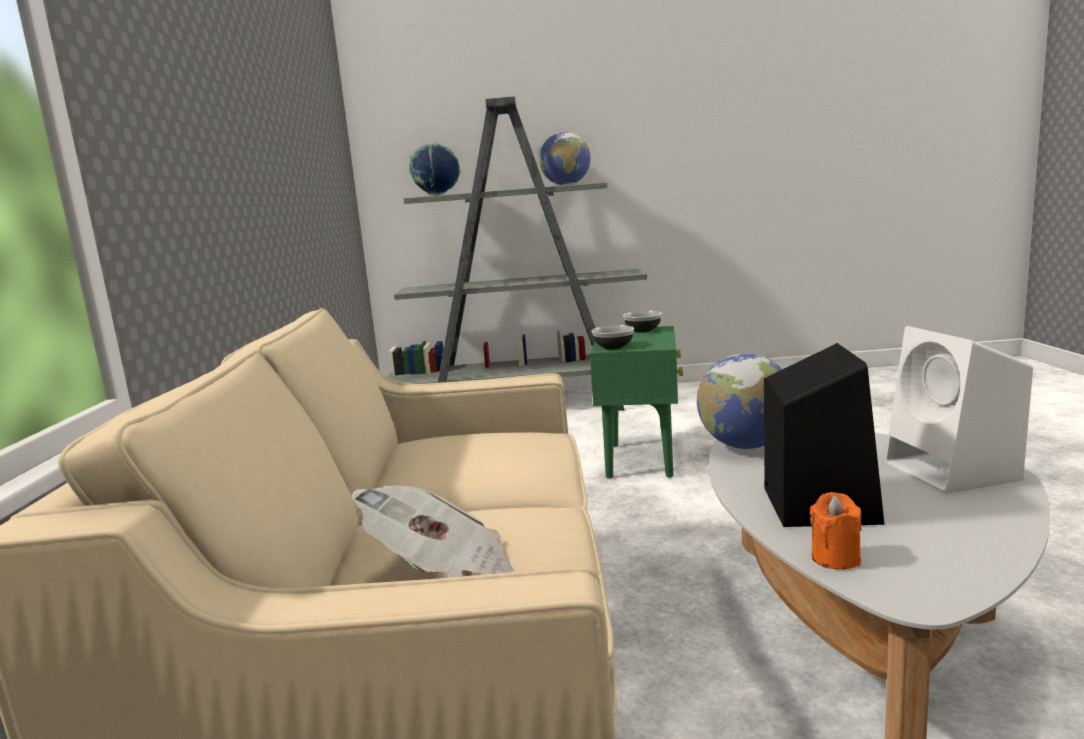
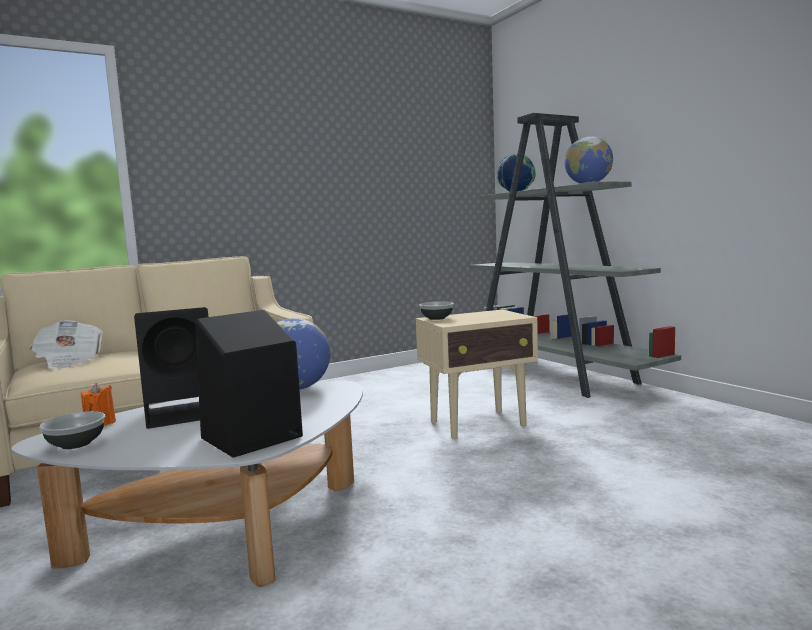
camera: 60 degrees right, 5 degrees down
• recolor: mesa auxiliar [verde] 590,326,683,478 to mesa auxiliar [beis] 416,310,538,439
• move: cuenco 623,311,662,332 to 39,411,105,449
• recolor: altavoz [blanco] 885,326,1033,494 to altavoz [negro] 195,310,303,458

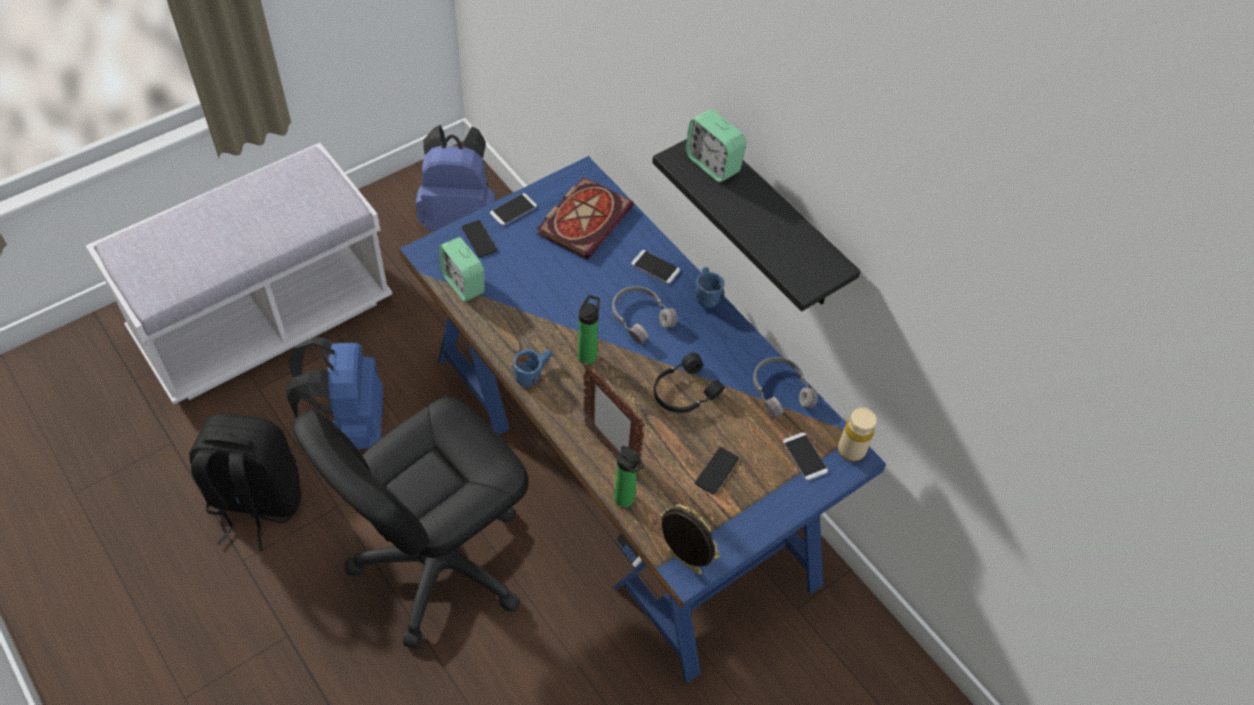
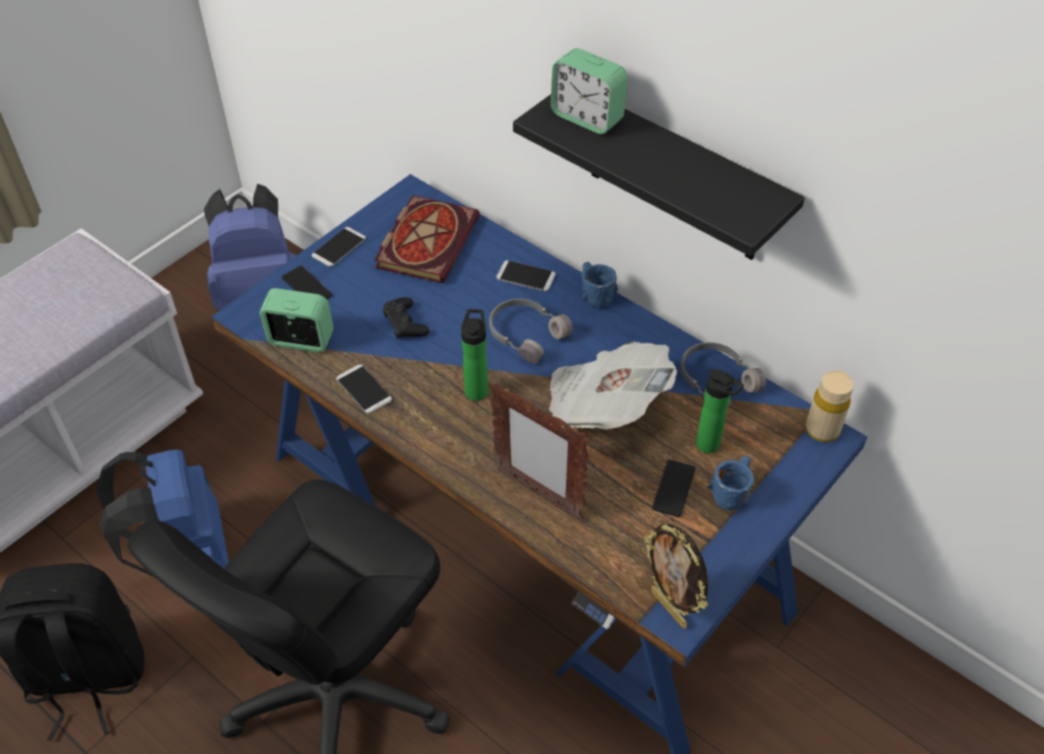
camera: 10 degrees left, 5 degrees down
• rotate: despertador 439,237,485,302 = 260,288,334,352 150 degrees clockwise
• move: taza grande [azul] 512,349,552,387 to 707,456,754,511
• move: botella 614,446,644,507 to 696,369,744,453
• replace: auriculares [negro] 654,353,725,413 to periódico 549,342,677,430
• rotate: portarretratos 660,504,720,575 = 644,523,709,629 150 degrees counterclockwise
• move: móvil 783,432,828,480 to 336,365,392,414
• insert: mando de consola [negro] 382,297,429,339

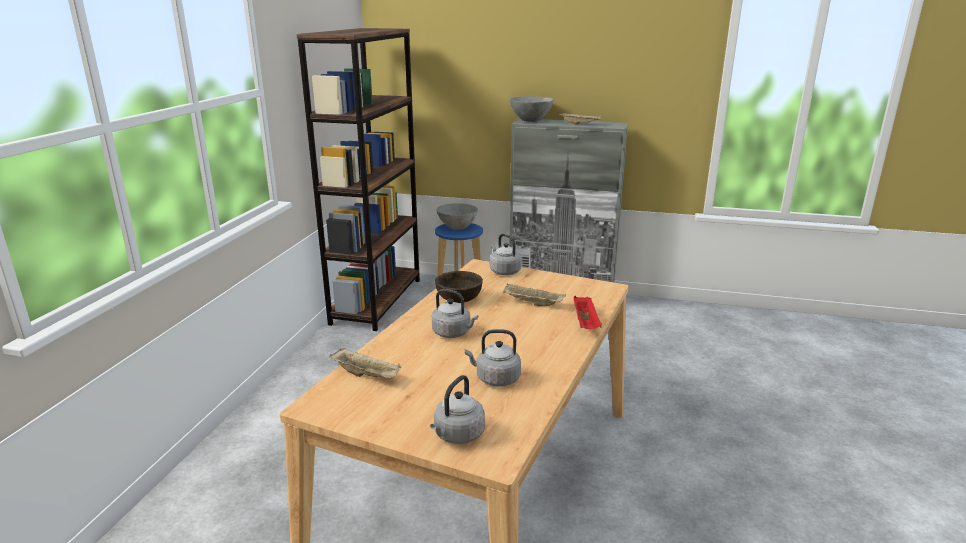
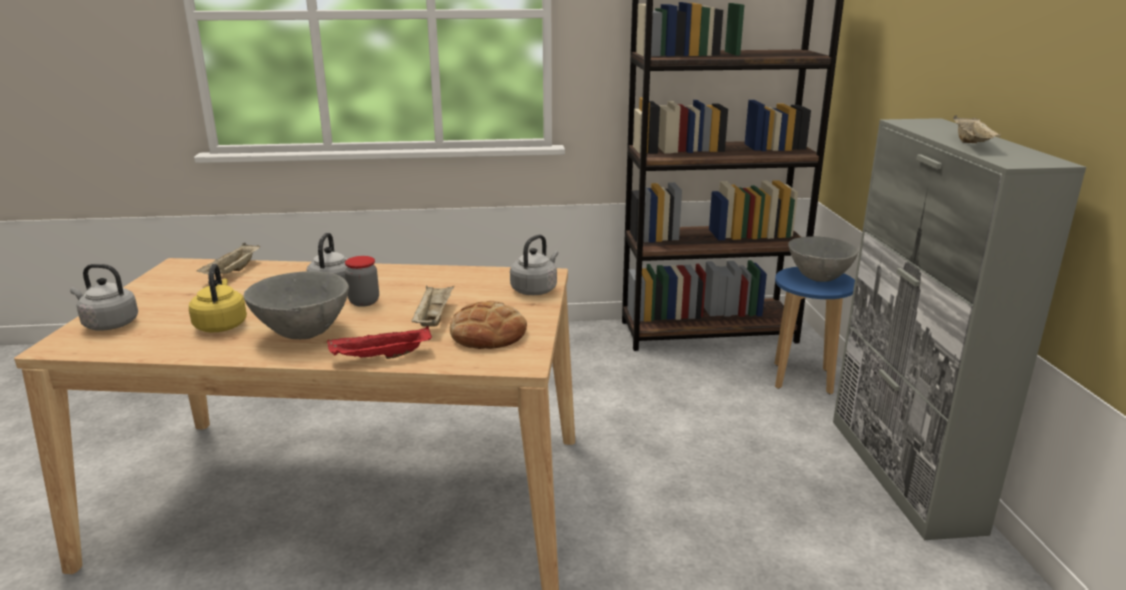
camera: 70 degrees right, 0 degrees up
• delete: cuenco [marrón] 435,271,483,303
• recolor: hervidor [gris] 465,329,521,387 to hervidor [amarillo] 189,264,247,333
• move: cuenco [gris] 510,96,554,122 to 244,271,349,339
• insert: tarro 345,256,379,307
• insert: pan 450,301,527,349

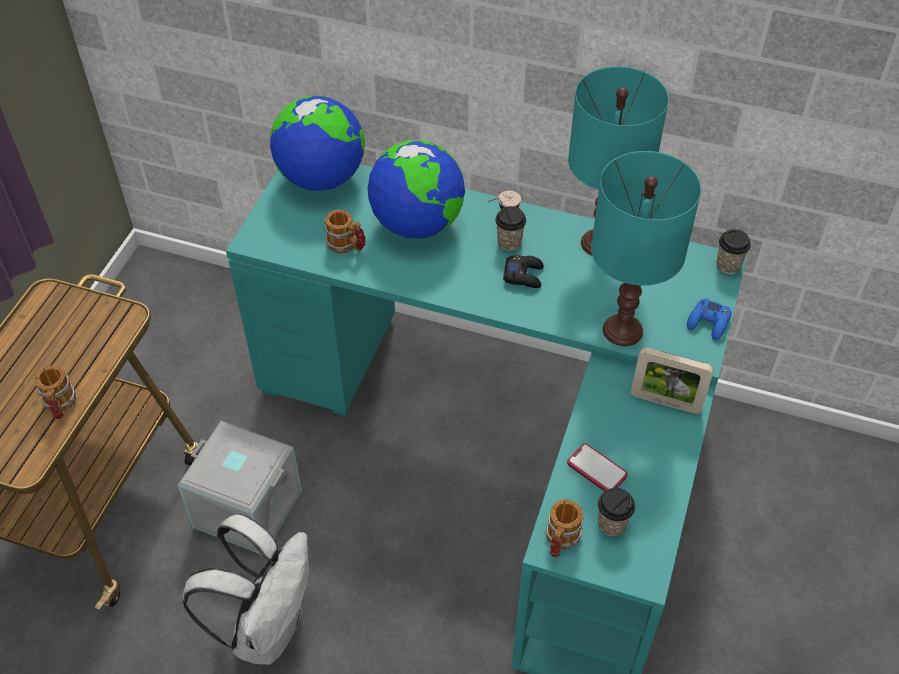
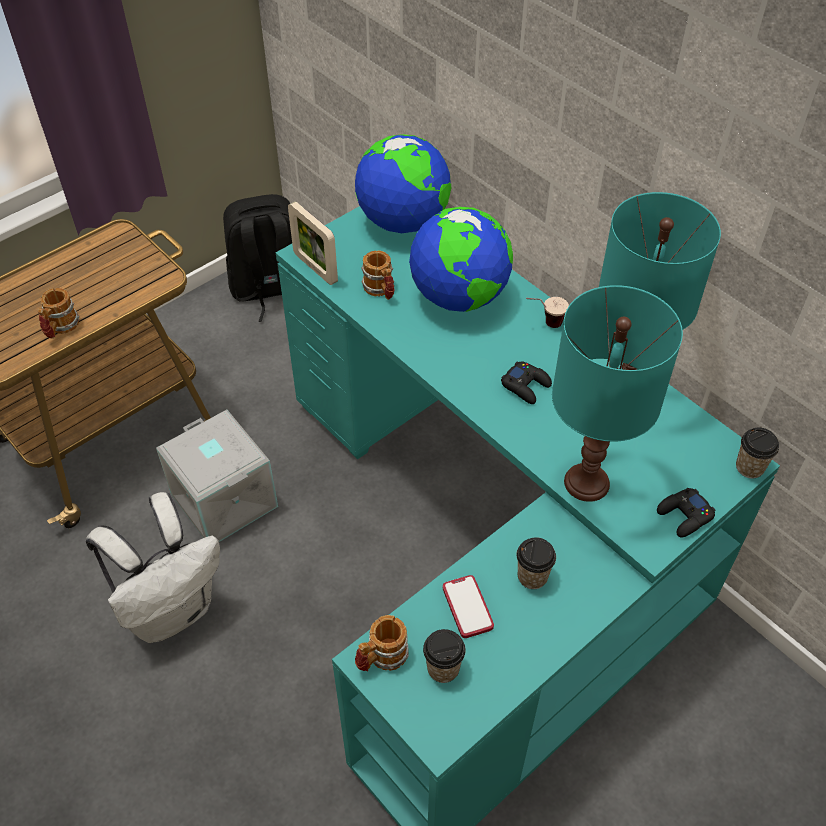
camera: 30 degrees right, 0 degrees up
• move: taza 495,206,526,251 to 517,537,556,589
• move: portarretratos 631,348,714,414 to 288,202,338,285
• recolor: mando de consola [azul] 687,298,732,340 to mando de consola [negro] 657,488,716,538
• insert: mochila [negro] 223,194,292,322

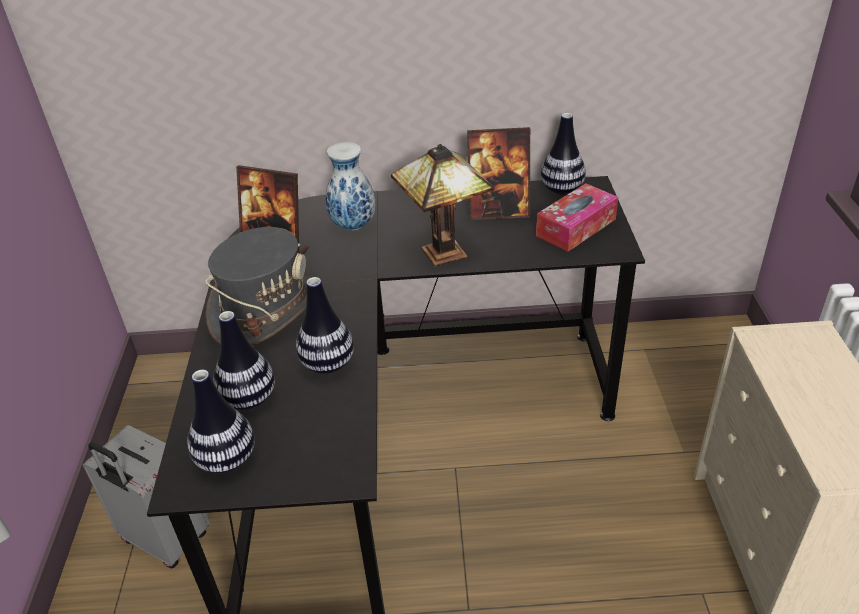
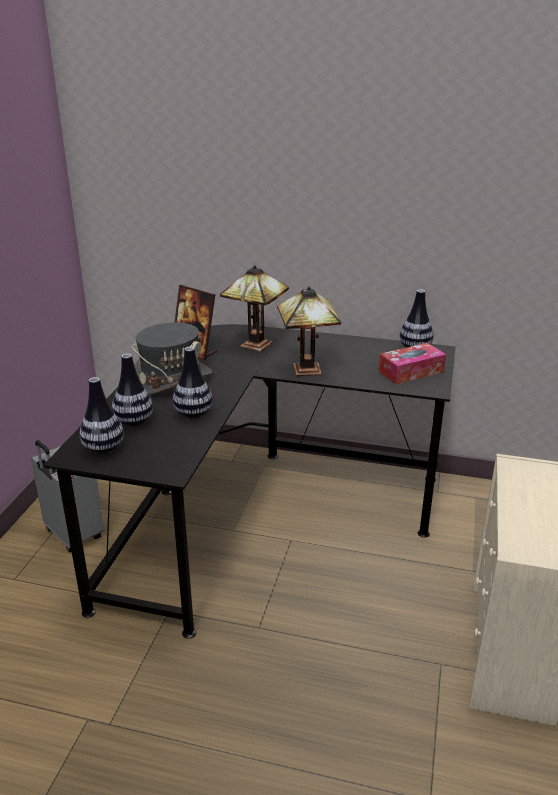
camera: 15 degrees right, 10 degrees down
• replace: florero 325,142,376,230 to lámpara de mesa 220,265,289,352
• delete: portarretratos 467,127,530,220

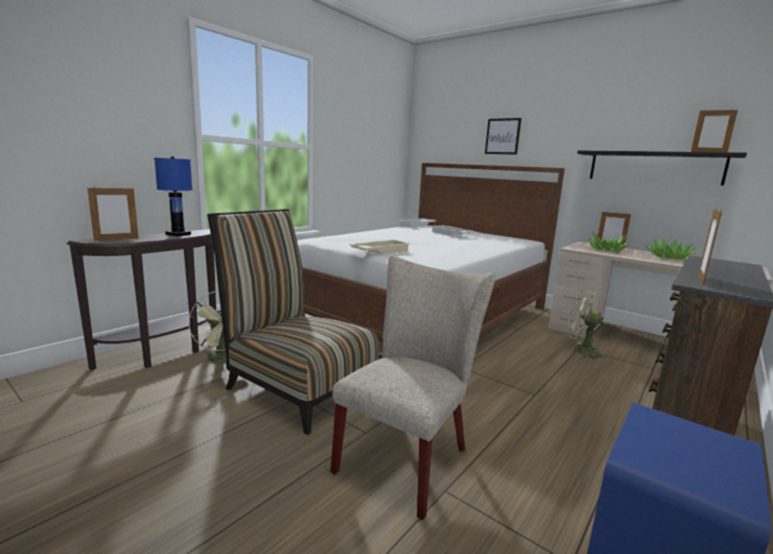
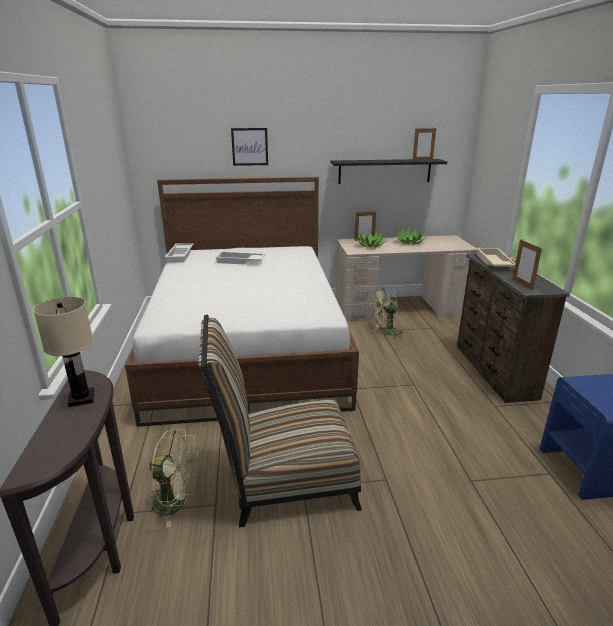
camera: 45 degrees left, 10 degrees up
• delete: portarretratos 87,186,139,241
• recolor: lámpara de mesa [azul] 154,157,192,236 to lámpara de mesa [beis] 33,297,94,407
• delete: silla [beis] 330,255,495,520
• move: bandeja [beis] 349,240,410,254 to 477,248,515,267

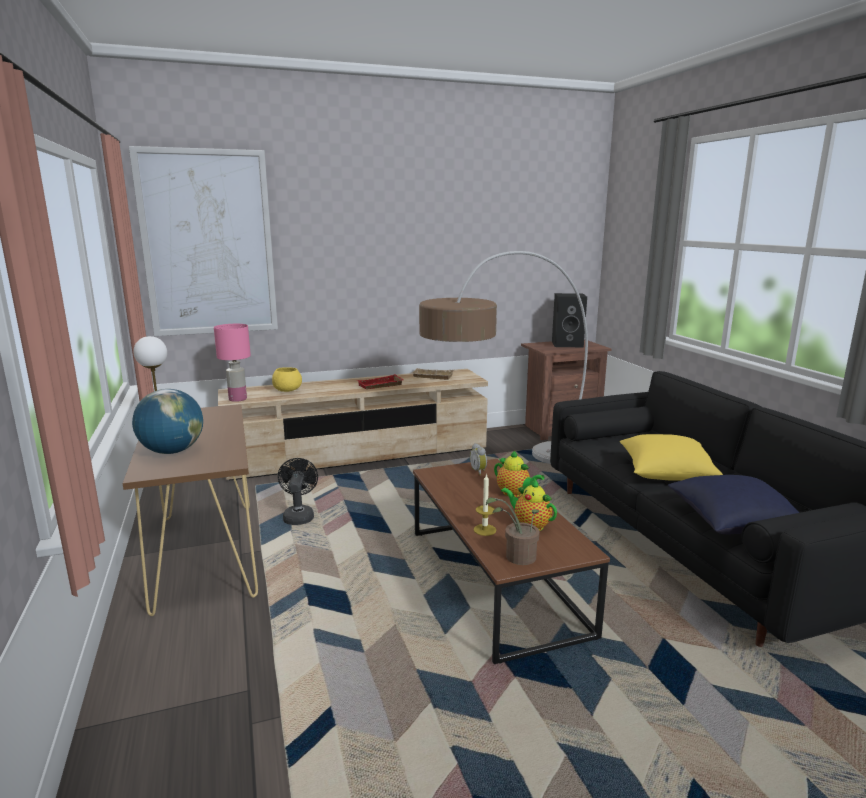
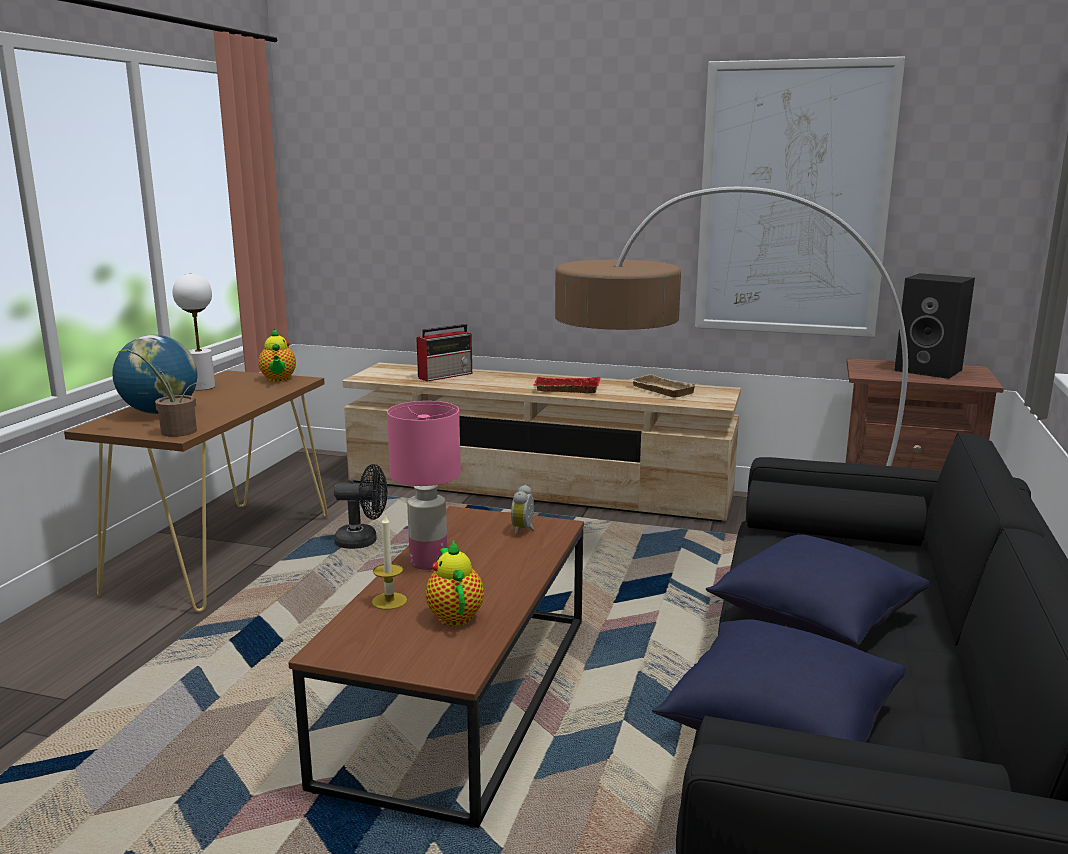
camera: 35 degrees right, 0 degrees up
• move: cuadro 129,146,278,336 to 695,56,905,337
• move: lámpara de mesa [rosa] 214,324,251,402 to 387,401,461,570
• replace: cuenco [amarillo] 272,367,302,392 to radio 416,324,472,382
• rotate: ventilador [negro] 278,458,318,525 = 334,464,387,549 60 degrees clockwise
• move: planta en maceta 486,497,540,565 to 116,349,203,437
• move: tetera 494,450,545,497 to 258,328,296,382
• recolor: cojín [amarillo] 620,434,723,481 to cojín [azul] 706,535,930,646

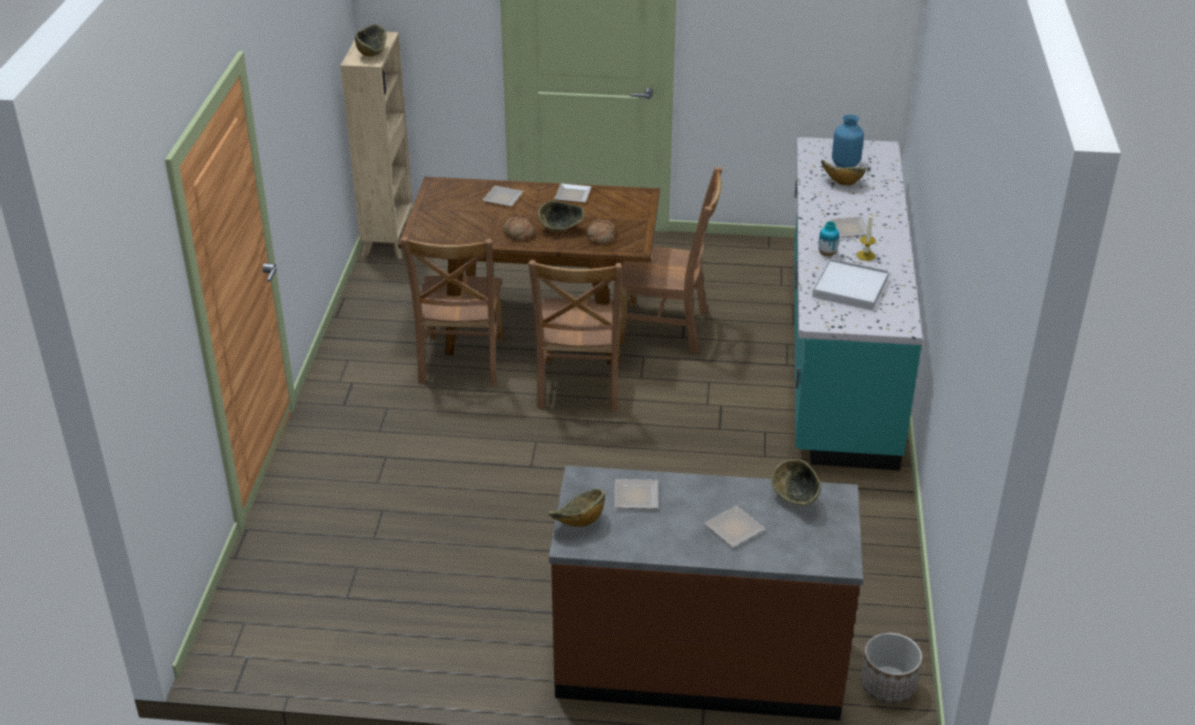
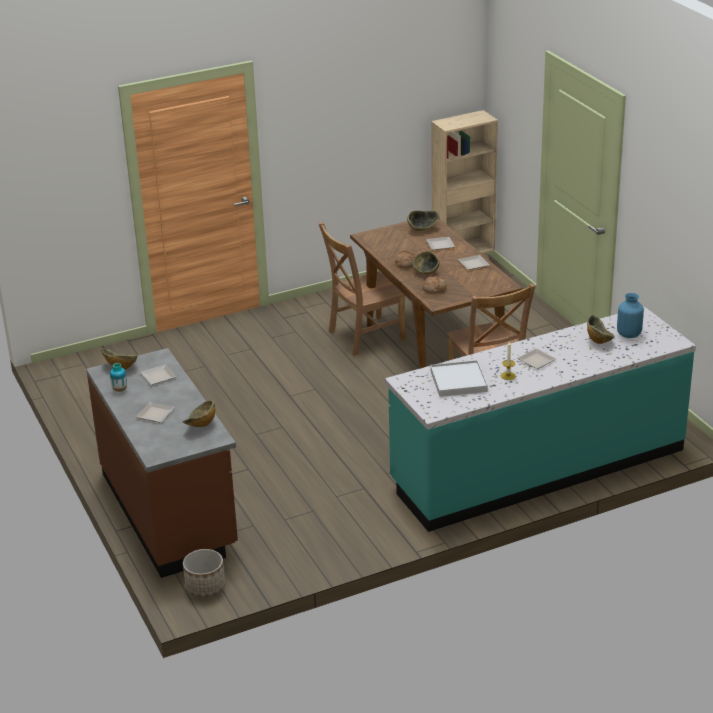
camera: 60 degrees right, 5 degrees down
• move: cuenco 355,24,387,57 to 407,210,440,231
• delete: silla [marrón] 528,260,622,412
• move: florero 818,221,839,256 to 110,363,127,392

